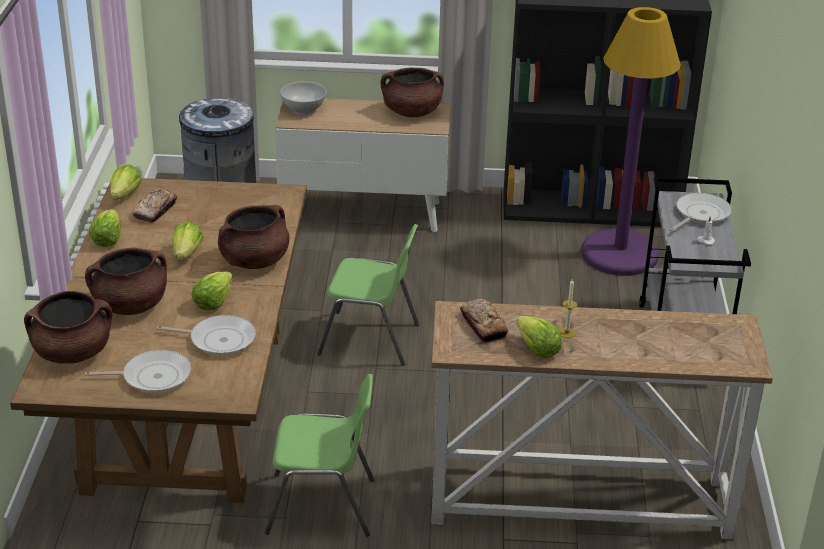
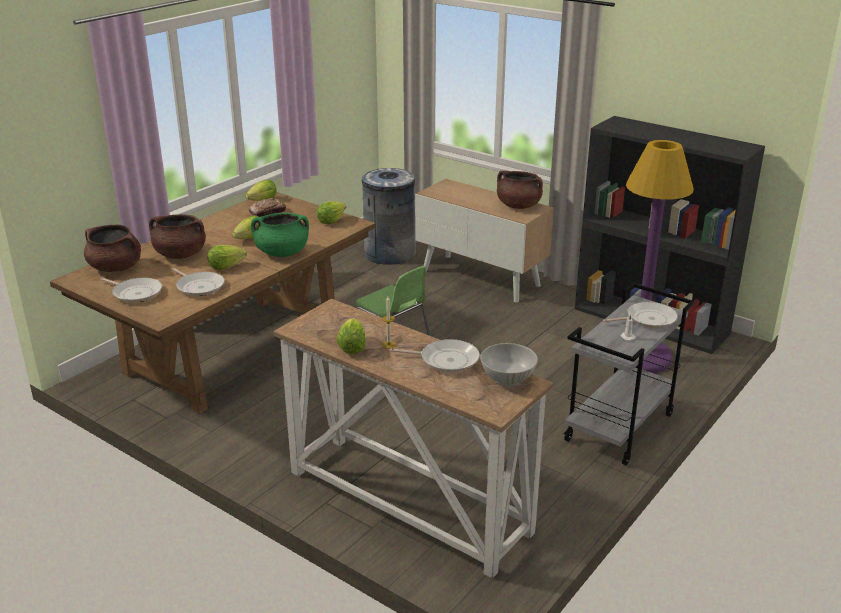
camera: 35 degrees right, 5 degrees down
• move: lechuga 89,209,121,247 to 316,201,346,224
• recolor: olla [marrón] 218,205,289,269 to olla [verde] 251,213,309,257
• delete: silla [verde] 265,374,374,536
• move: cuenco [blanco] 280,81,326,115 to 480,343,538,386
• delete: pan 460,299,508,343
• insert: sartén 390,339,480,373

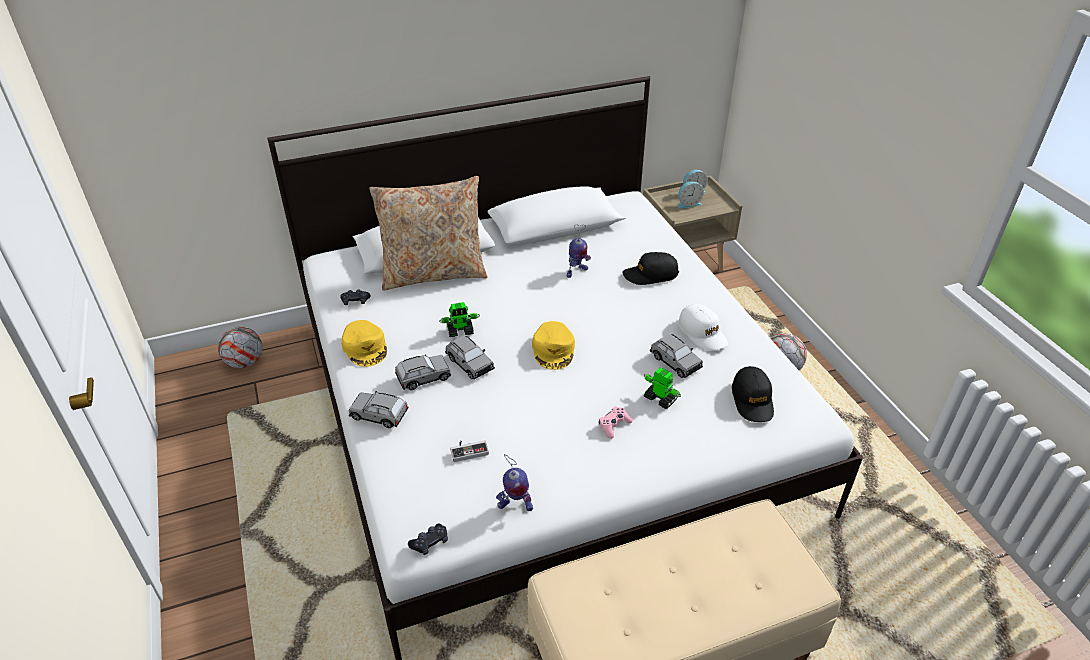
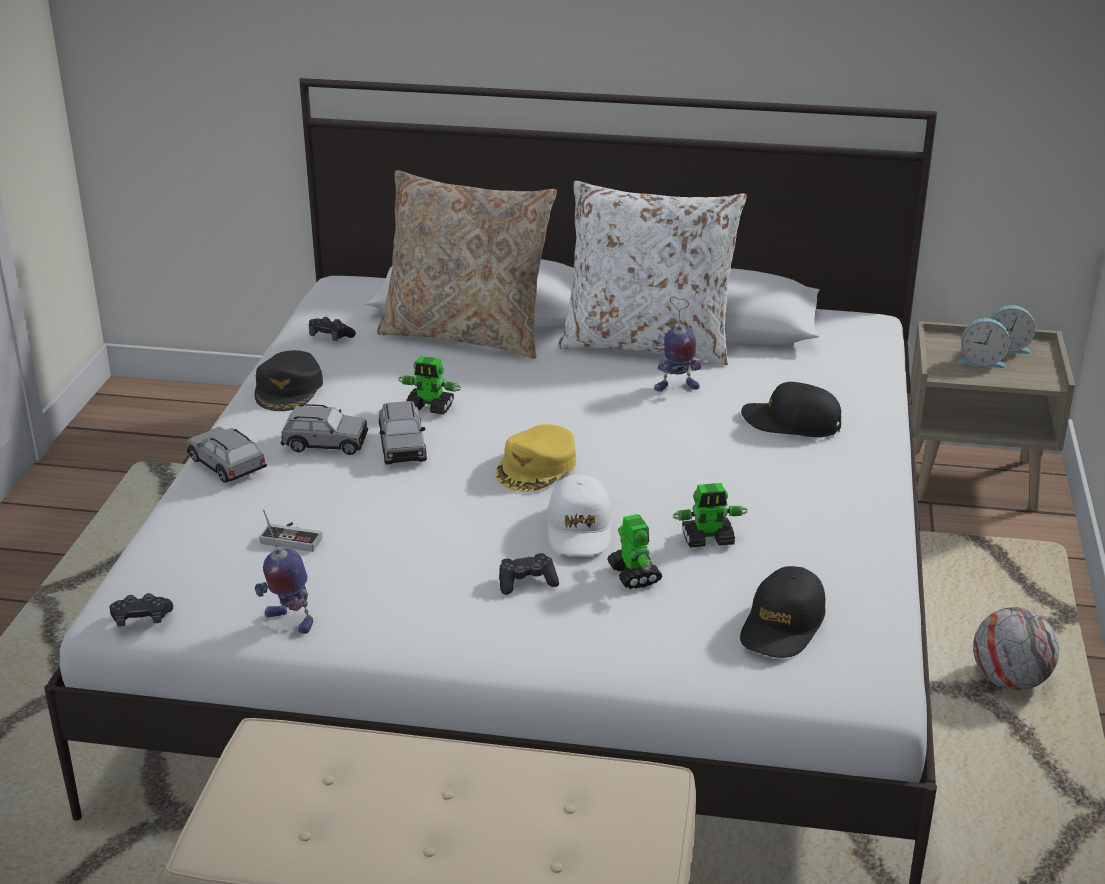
camera: 30 degrees right, 10 degrees down
• delete: balón de fútbol 218,326,262,368
• recolor: gorra [amarillo] 341,320,387,367 to gorra [negro] 255,350,323,411
• recolor: mando de consola [rosa] 599,406,633,439 to mando de consola [negro] 499,553,559,595
• replace: coche de juguete [gris] 650,333,703,378 to robot de juguete 673,483,748,547
• move: gorra [blanco] 678,304,728,351 to 547,474,612,555
• insert: cojín [blanco] 558,181,747,365

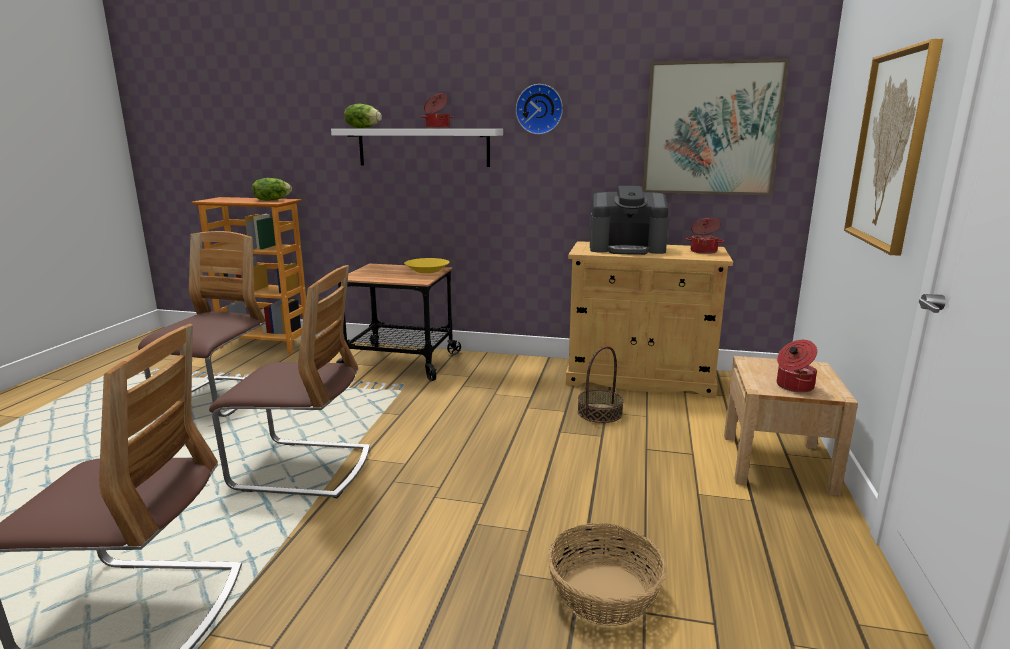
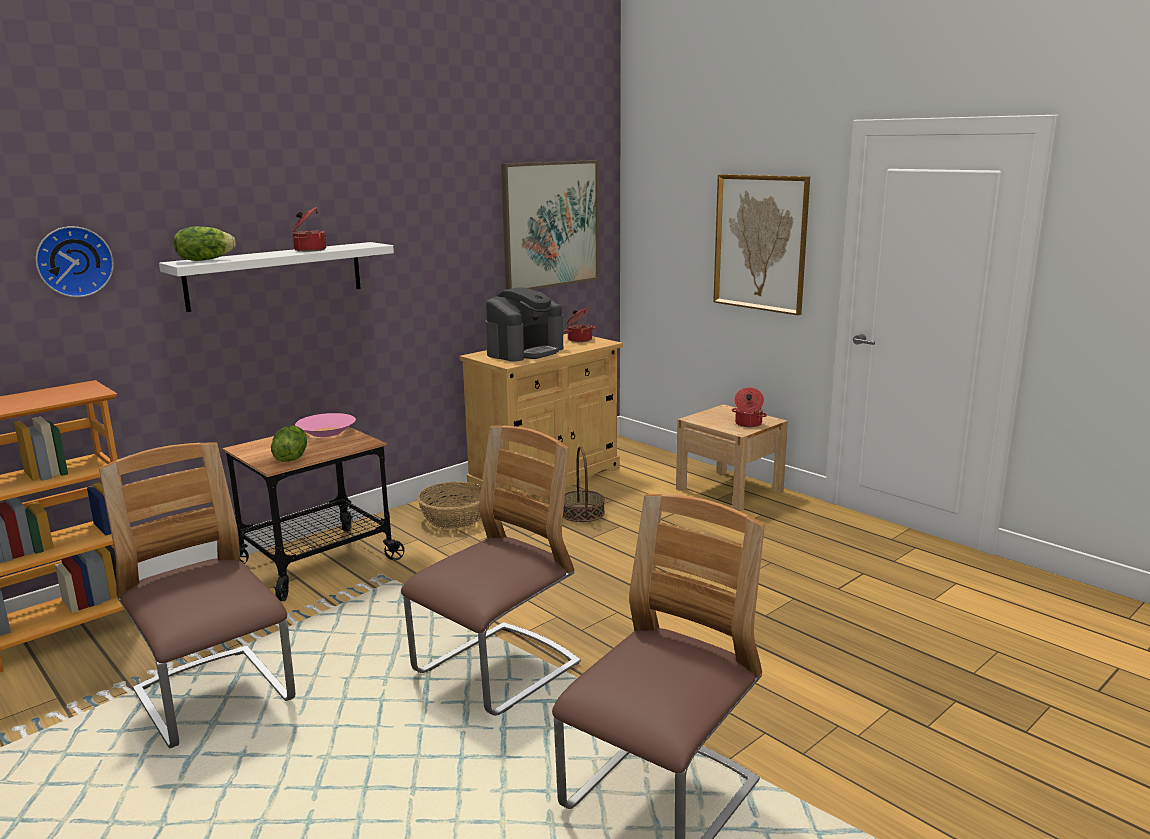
camera: 55 degrees left, 0 degrees up
• move: lechuga 252,178,292,201 to 271,426,307,462
• recolor: cuenco [amarillo] 404,258,450,273 to cuenco [rosa] 295,413,356,437
• move: reloj de pared 516,84,563,135 to 35,226,114,297
• move: cesta 547,523,667,626 to 417,481,481,529

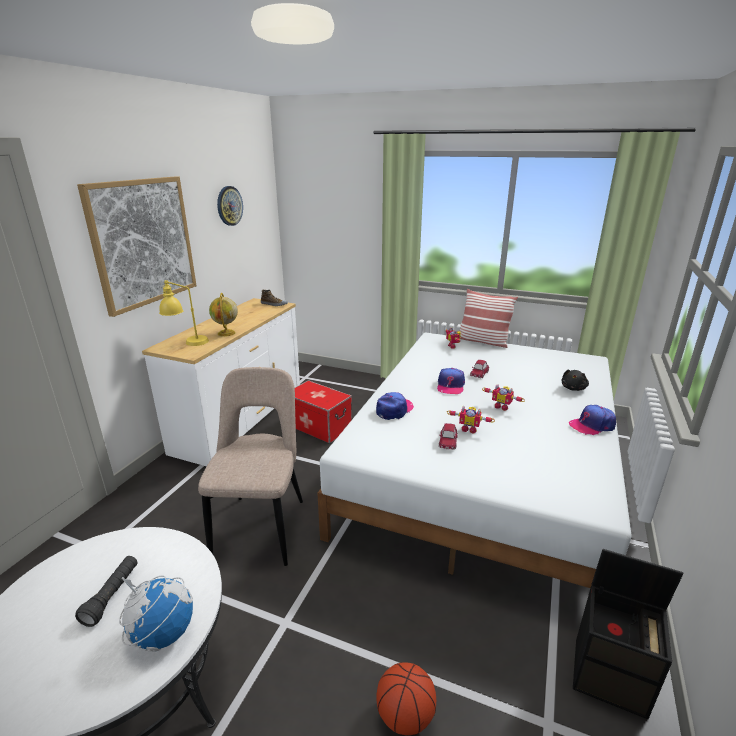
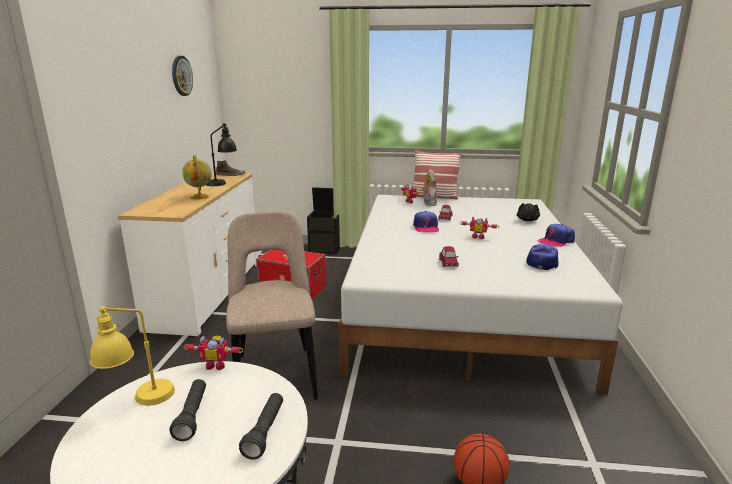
camera: 15 degrees left, 5 degrees down
• delete: cuadro 77,176,197,317
• replace: globo terráqueo 119,575,193,651 to linterna [negro] 239,393,283,460
• move: lámpara de mesa [amarillo] 159,280,209,346 to 90,306,175,406
• move: gorra 376,392,414,420 to 527,244,558,270
• move: robot de juguete 447,406,495,433 to 183,336,243,370
• move: caja de almacenaje [negro] 573,549,683,719 to 307,187,341,254
• insert: lámpara de mesa [negro] 206,123,237,186
• insert: peluche 422,169,437,206

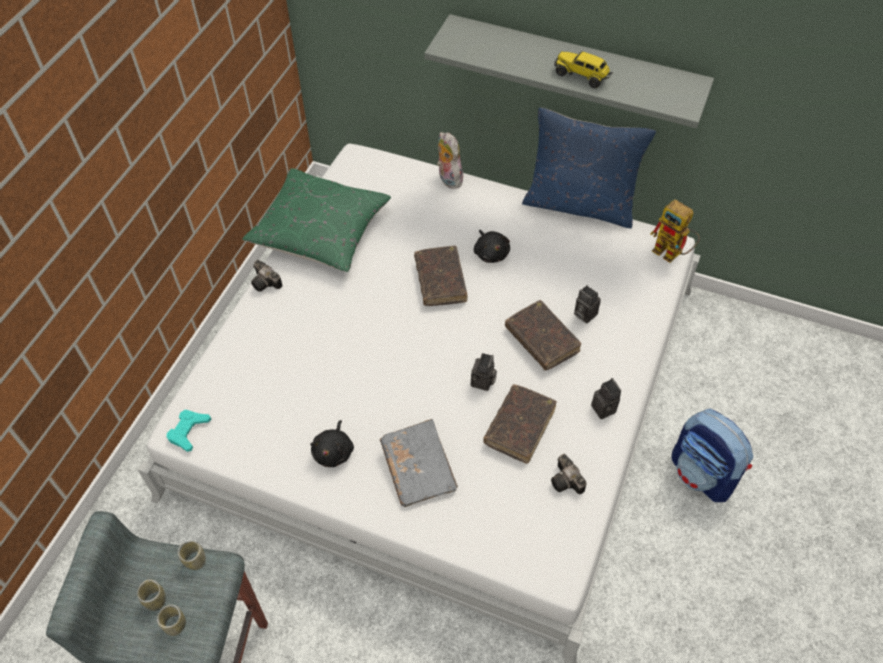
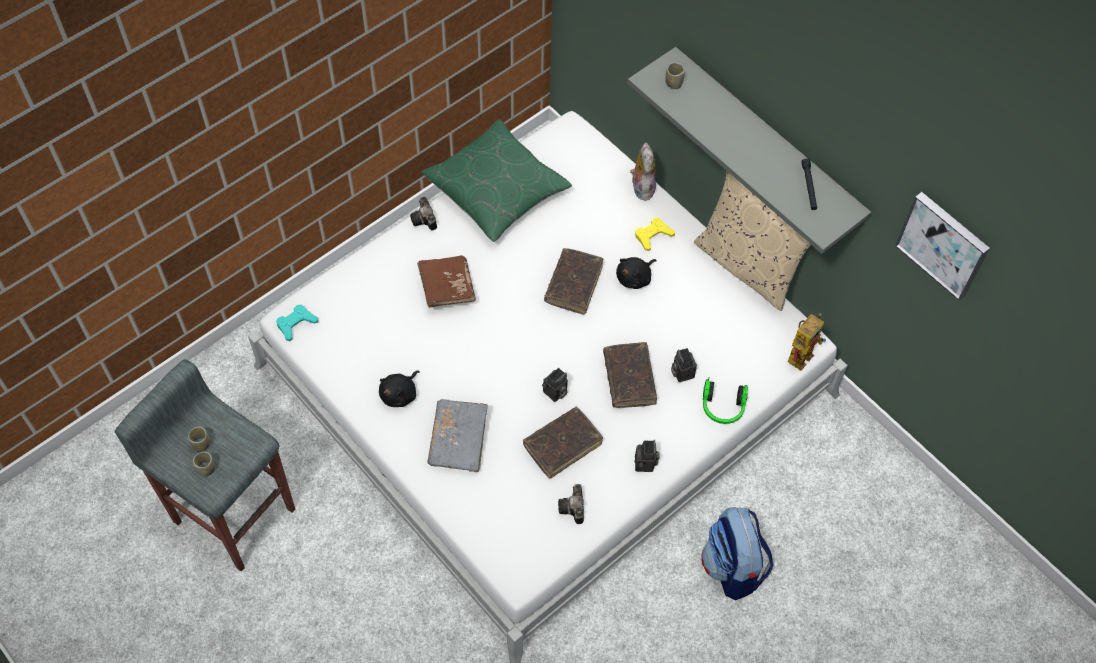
camera: 25 degrees right, 5 degrees up
• move: taza 178,541,206,570 to 665,63,685,89
• rotate: peluche [negro] 474,230,510,263 = 616,257,657,289 45 degrees clockwise
• recolor: cojín [azul] 522,108,656,228 to cojín [beis] 694,171,811,311
• delete: camión de juguete 554,51,613,89
• rotate: robot de juguete 650,200,700,263 = 788,313,826,371 120 degrees counterclockwise
• insert: libro [marrón] 417,255,476,308
• insert: mando de consola [amarillo] 635,218,675,251
• insert: auriculares 703,377,748,424
• insert: linterna [negro] 801,158,817,210
• insert: cuadro 895,192,990,300

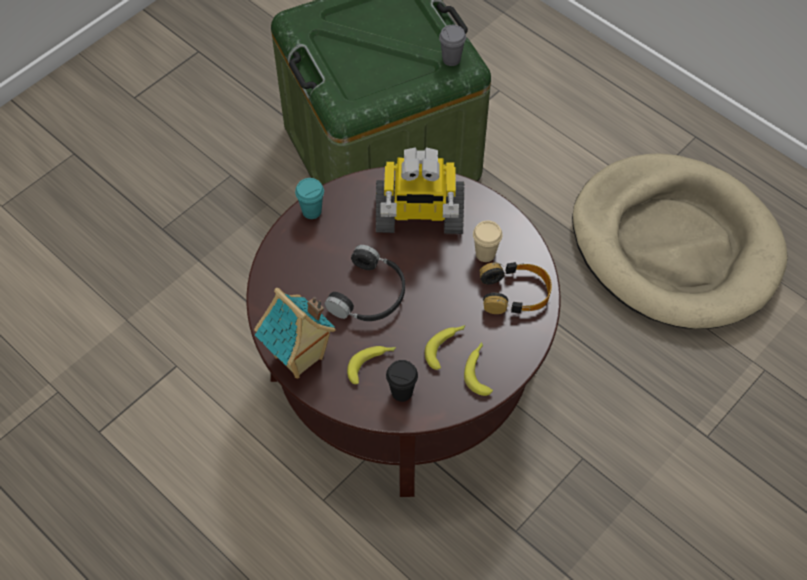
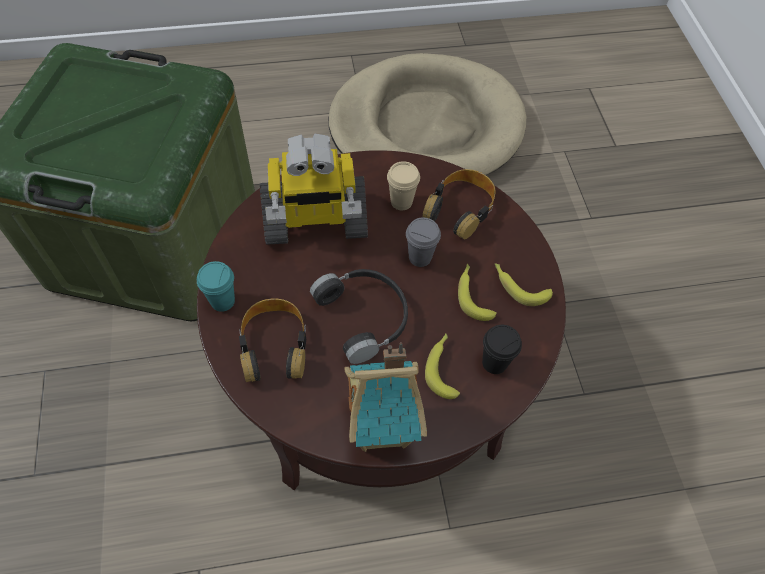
camera: 55 degrees left, 0 degrees up
• rotate: robot de juguete 376,147,464,234 = 260,133,368,245 45 degrees clockwise
• move: taza [gris] 439,25,466,66 to 406,218,441,267
• insert: auriculares 239,298,306,382

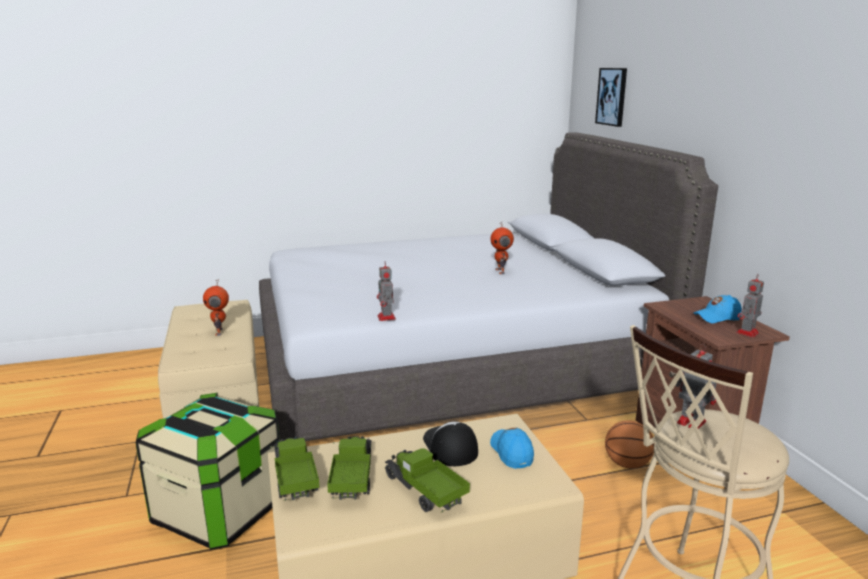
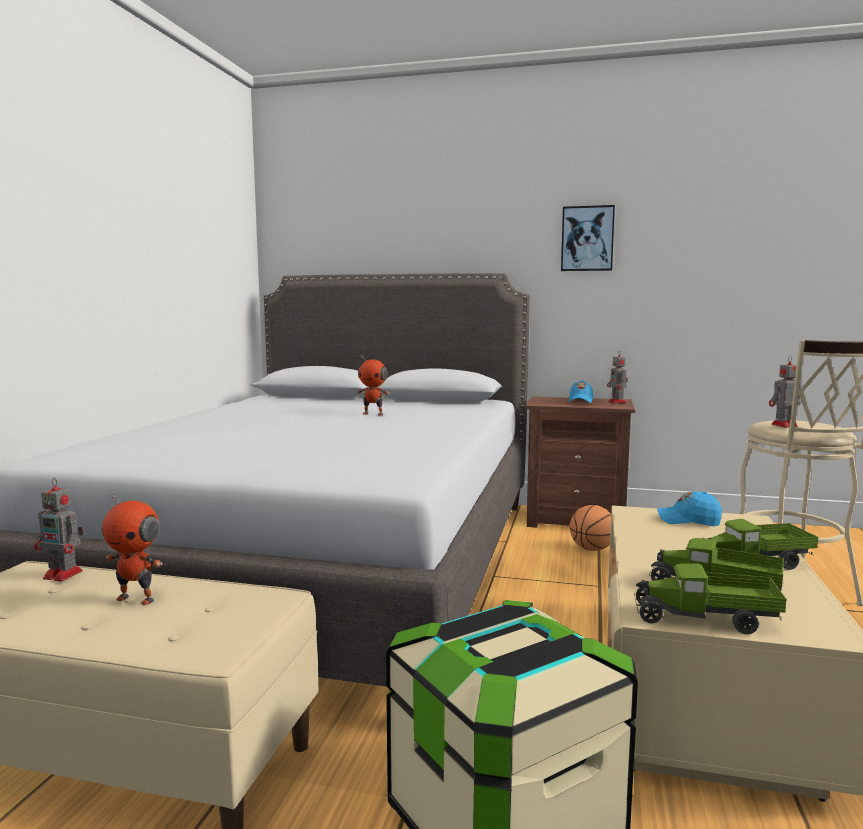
camera: 60 degrees left, 10 degrees down
• move: robot de juguete 377,262,396,321 to 34,478,84,582
• delete: gorra 423,421,478,466
• move: cuadro 595,68,627,127 to 561,205,615,271

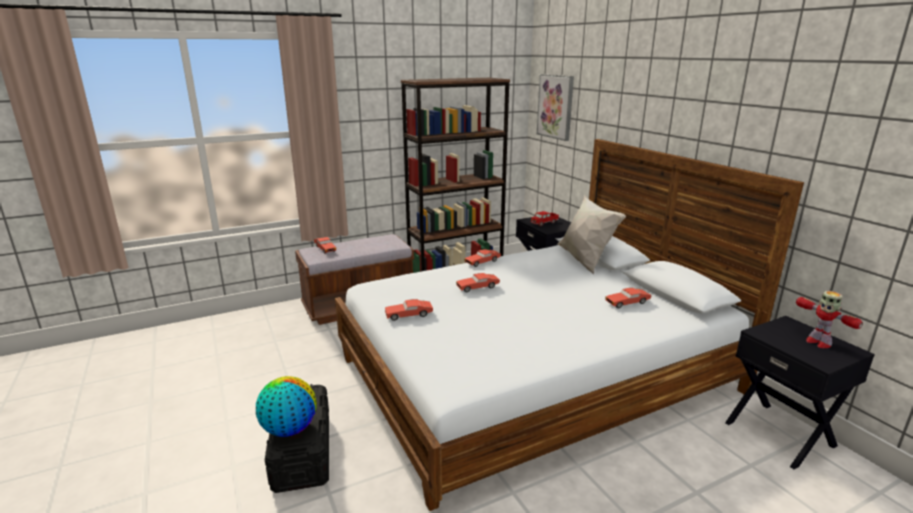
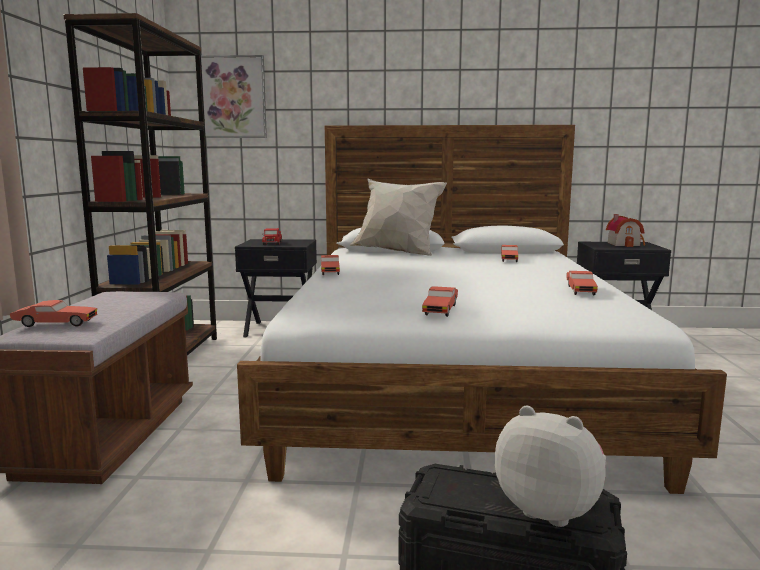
camera: 60 degrees left, 10 degrees down
• replace: globo terráqueo 256,376,317,437 to peluche 495,406,606,527
• move: coche de juguete [rojo] 456,273,500,292 to 566,271,598,295
• replace: robot de juguete 796,291,863,348 to casita 606,214,645,247

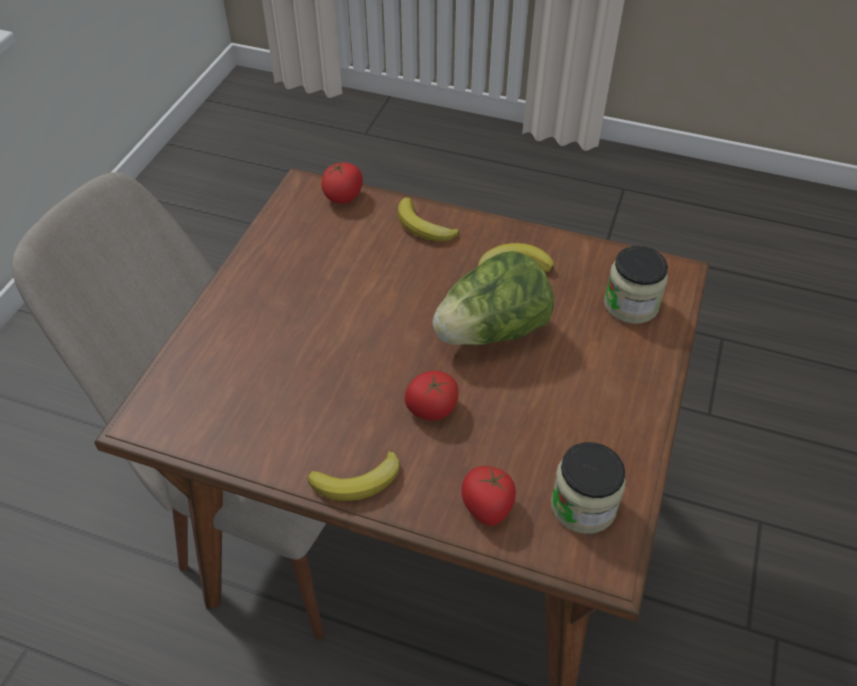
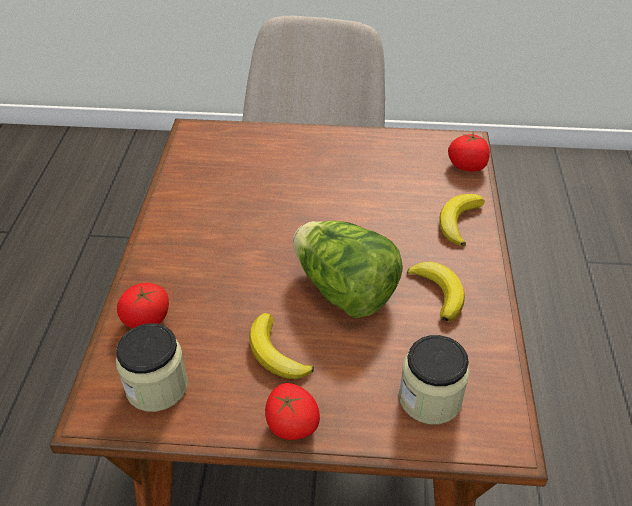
camera: 75 degrees right, 5 degrees down
• move: plátano 308,451,400,501 to 249,313,314,379
• move: tomate 405,371,459,421 to 265,383,320,440

